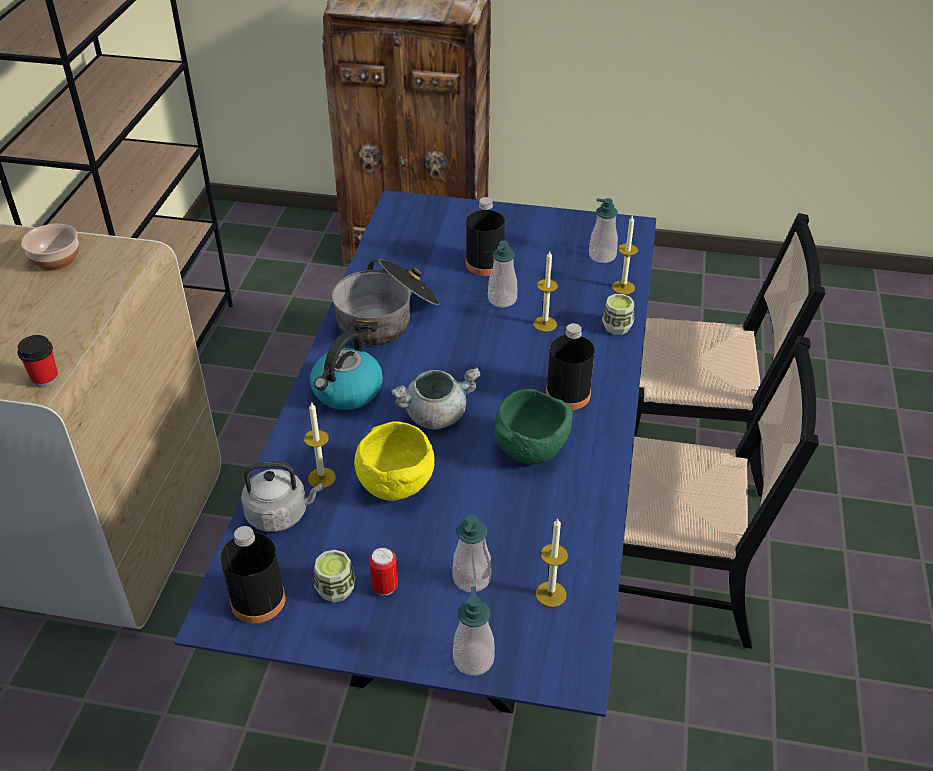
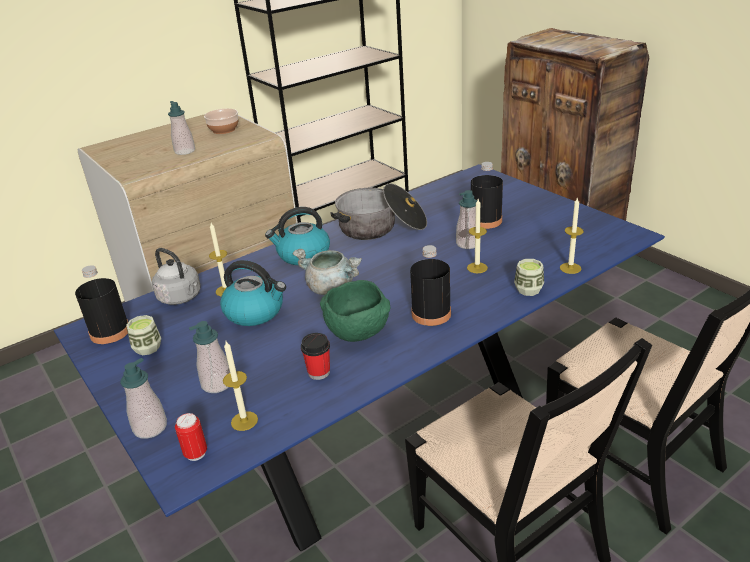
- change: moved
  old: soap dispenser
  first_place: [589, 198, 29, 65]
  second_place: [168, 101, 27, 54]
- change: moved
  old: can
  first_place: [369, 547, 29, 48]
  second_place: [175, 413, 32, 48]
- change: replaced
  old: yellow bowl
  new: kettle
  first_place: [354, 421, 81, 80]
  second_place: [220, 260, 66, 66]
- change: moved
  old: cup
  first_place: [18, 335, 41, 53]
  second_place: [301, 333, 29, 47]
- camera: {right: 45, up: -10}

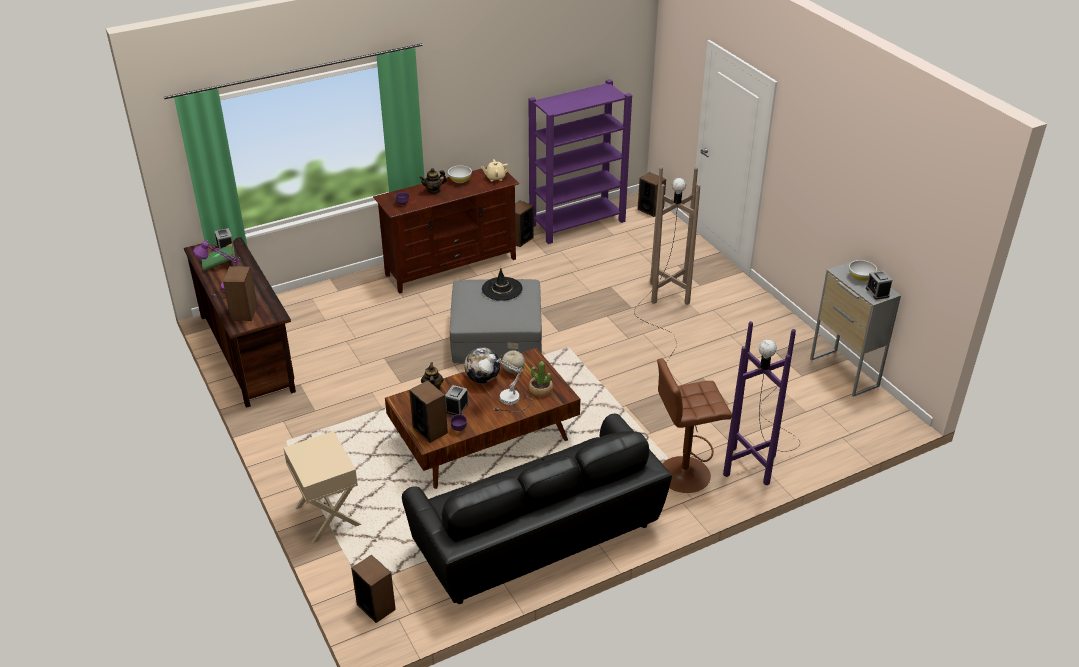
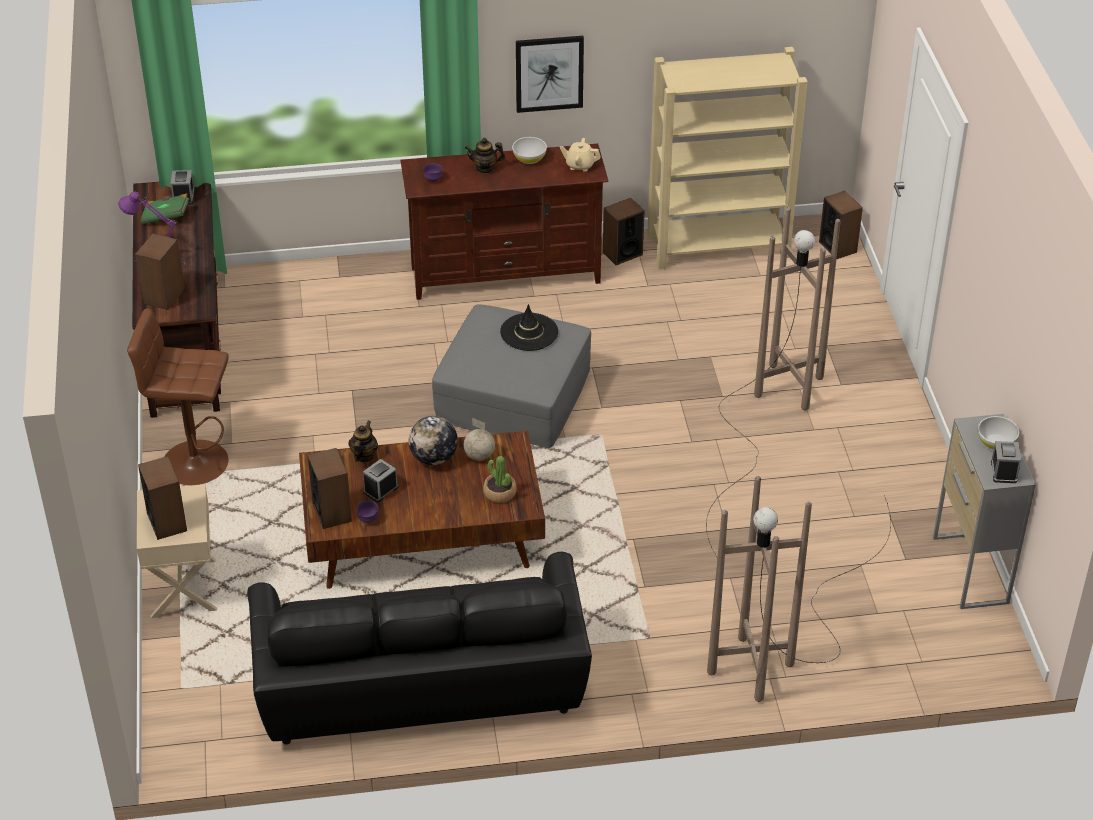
- change: moved
  old: brown stool
  first_place: [657, 359, 75, 134]
  second_place: [127, 309, 102, 176]
- change: moved
  old: speaker
  first_place: [351, 555, 45, 68]
  second_place: [138, 456, 49, 84]
- change: added
  new: picture
  second_place: [516, 36, 68, 77]
- change: recoloured
  old: purple bookcase
  new: beige bookcase
  first_place: [529, 79, 103, 165]
  second_place: [647, 47, 161, 222]
- change: recoloured
  old: purple floor lamp
  new: brown floor lamp
  first_place: [723, 321, 76, 164]
  second_place: [707, 476, 184, 226]
- change: removed
  old: white table lamp
  first_place: [478, 354, 55, 58]
- camera: {right: 20, up: 5}

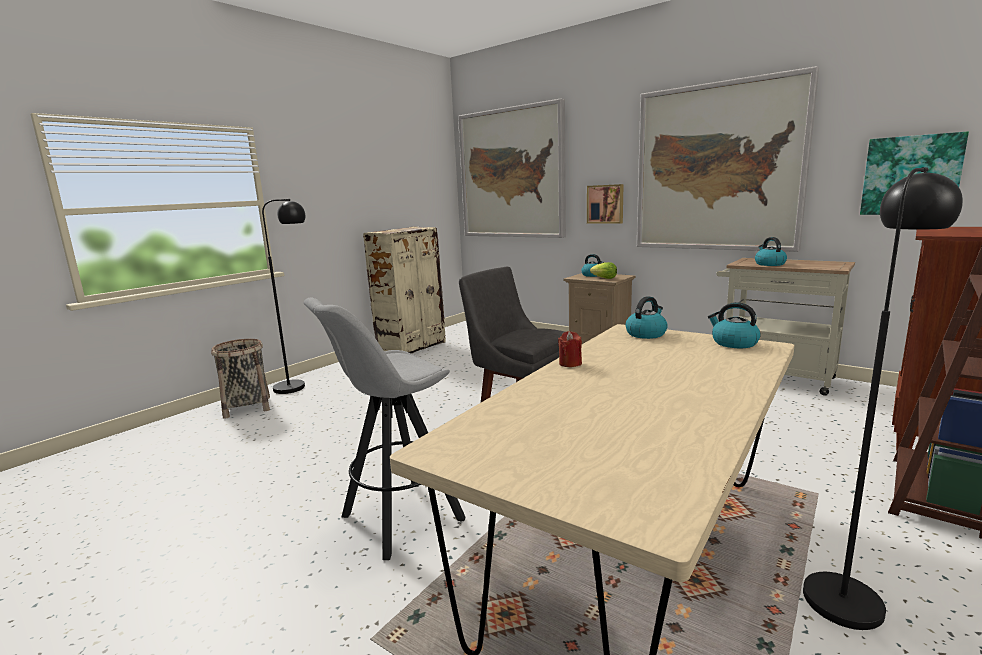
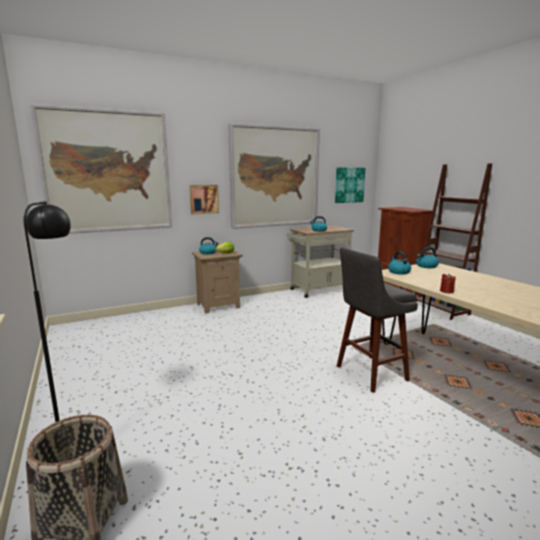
- change: removed
  old: grey stool
  first_place: [304, 297, 162, 263]
- change: removed
  old: beige cabinet
  first_place: [363, 226, 83, 128]
- change: removed
  old: black floor lamp
  first_place: [803, 167, 160, 463]
- camera: {right: -65, up: 0}

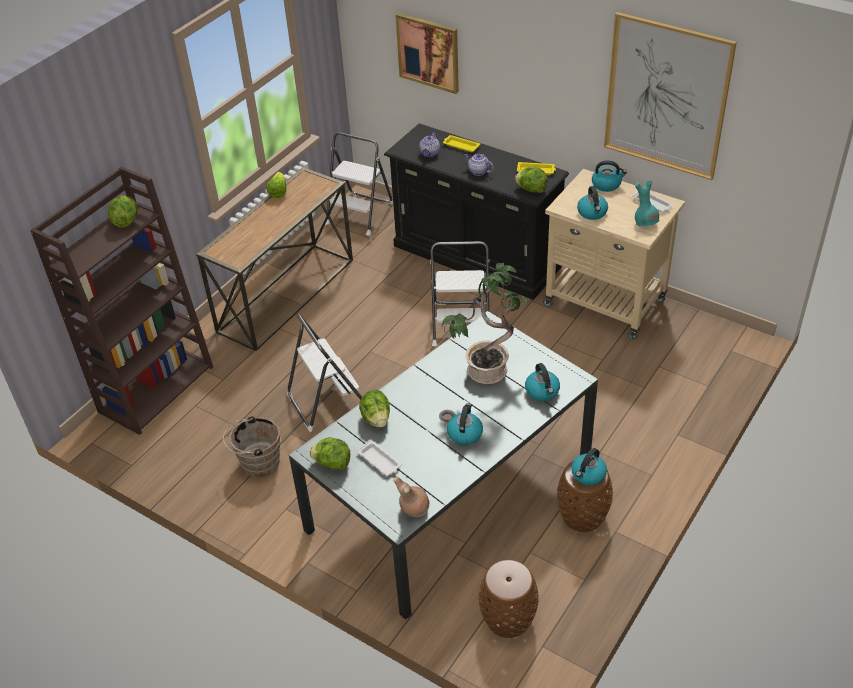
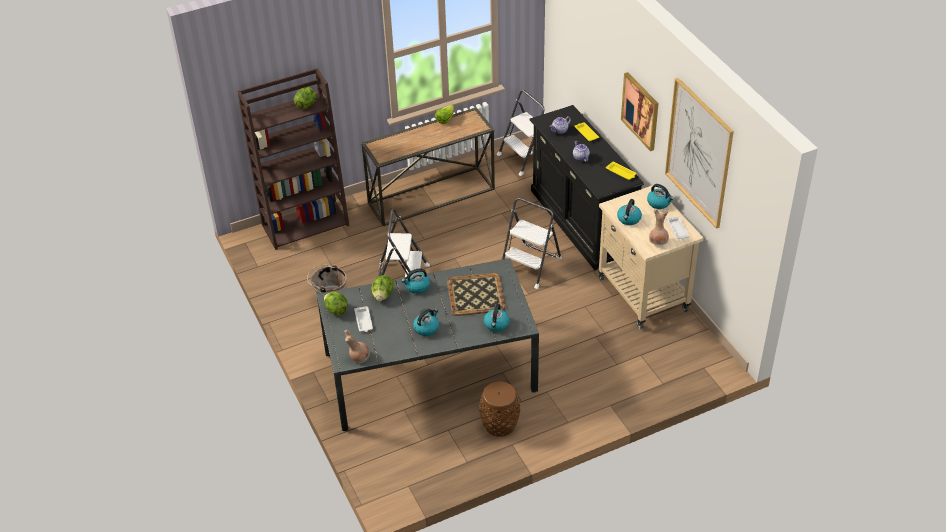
- change: moved
  old: kettle
  first_place: [571, 448, 36, 37]
  second_place: [401, 268, 29, 26]
- change: replaced
  old: potted plant
  new: tray
  first_place: [441, 263, 87, 121]
  second_place: [447, 273, 59, 43]
- change: moved
  old: picture
  first_place: [395, 13, 64, 81]
  second_place: [621, 72, 38, 79]
- change: recoloured
  old: turquoise vase
  new: brown vase
  first_place: [635, 180, 24, 47]
  second_place: [649, 209, 20, 36]
- change: removed
  old: brown stool
  first_place: [479, 559, 60, 79]
- change: removed
  old: lettuce
  first_place: [515, 167, 33, 26]
- camera: {right: 30, up: 0}

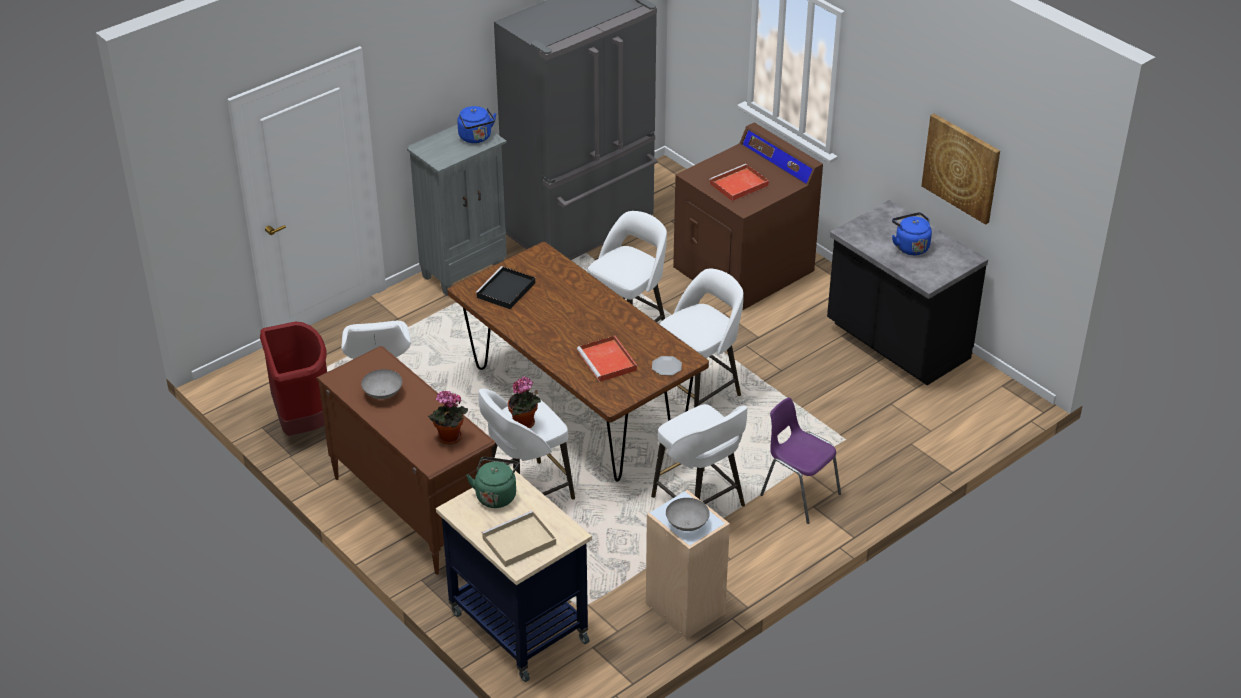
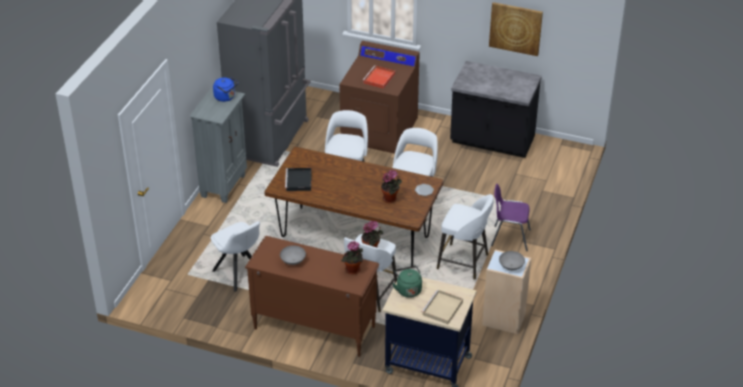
- change: replaced
  old: red tray
  new: potted plant
  first_place: [577, 336, 60, 46]
  second_place: [381, 170, 21, 33]
- change: removed
  old: red trash can
  first_place: [260, 322, 67, 114]
- change: removed
  old: blue kettle
  first_place: [892, 212, 40, 43]
- camera: {right: -30, up: 0}

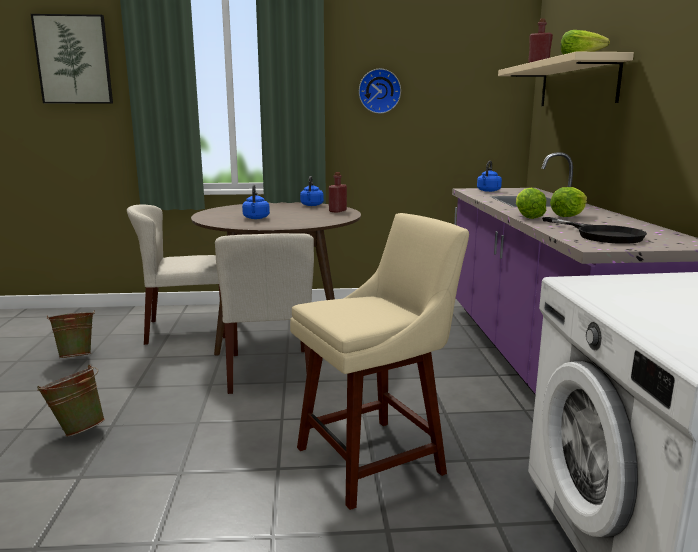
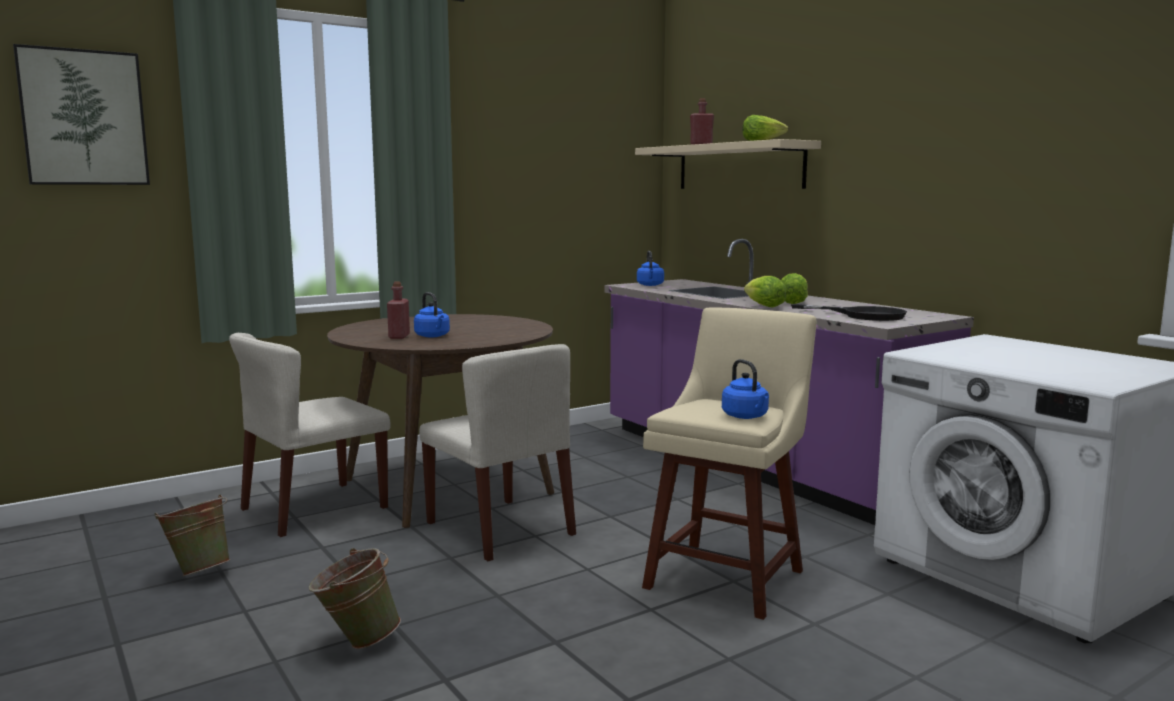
- change: moved
  old: red bottle
  first_place: [329, 172, 18, 41]
  second_place: [387, 281, 23, 58]
- change: moved
  old: blue kettle
  first_place: [300, 176, 24, 30]
  second_place: [722, 359, 47, 60]
- change: removed
  old: wall clock
  first_place: [359, 69, 42, 45]
- camera: {right: -30, up: -5}

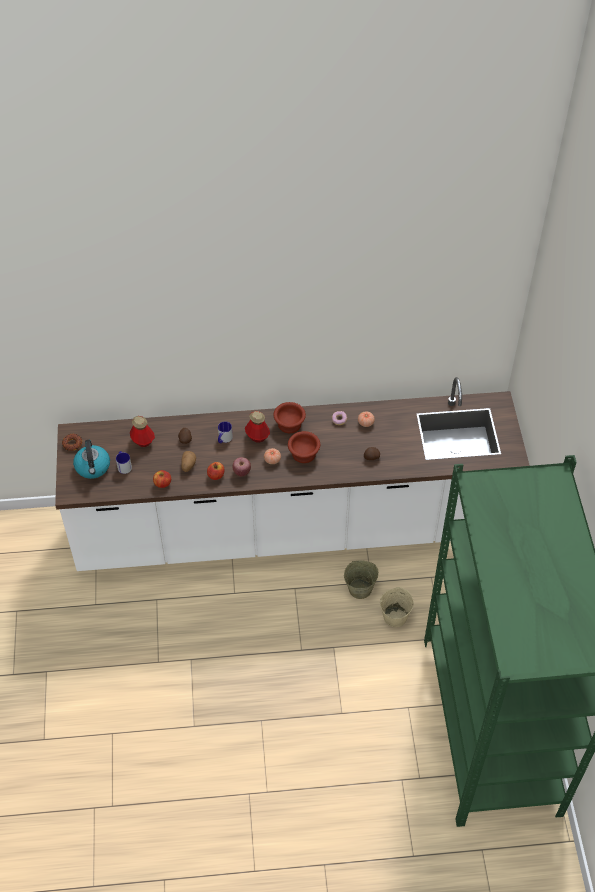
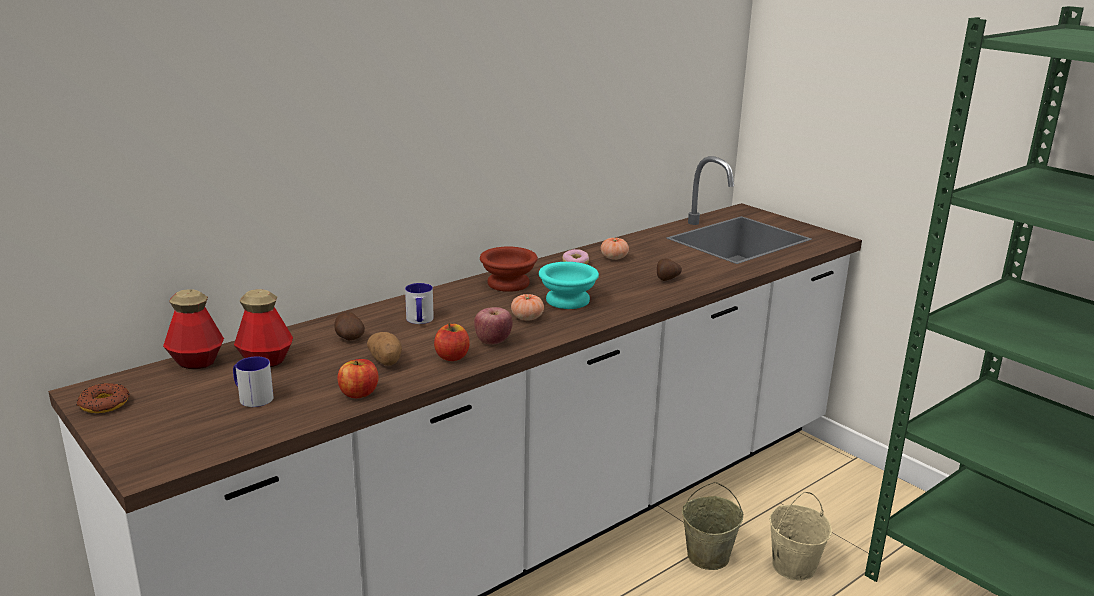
- change: moved
  old: bottle
  first_place: [245, 411, 25, 32]
  second_place: [163, 289, 61, 80]
- change: recoloured
  old: brown bowl
  new: turquoise bowl
  first_place: [288, 431, 32, 32]
  second_place: [539, 262, 60, 47]
- change: removed
  old: kettle
  first_place: [73, 440, 37, 39]
- camera: {right: -35, up: -30}

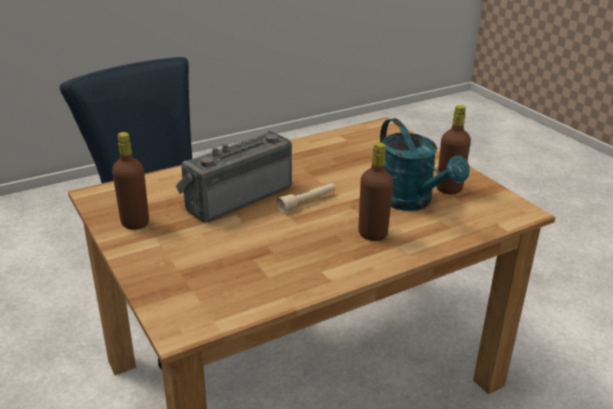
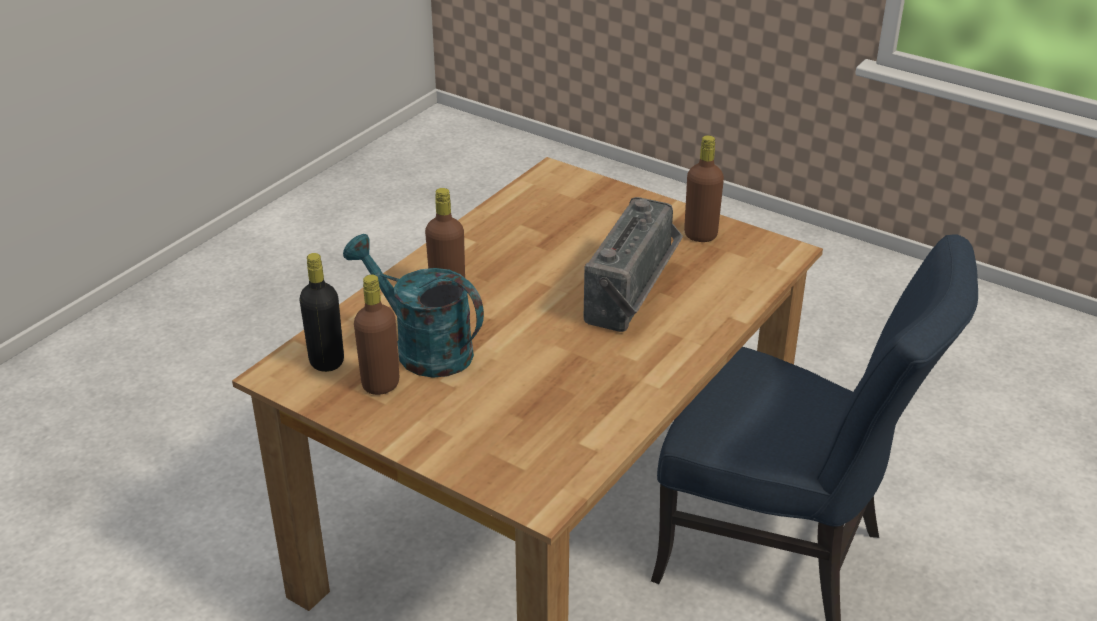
- change: added
  new: black bottle
  second_place: [300, 253, 44, 119]
- change: removed
  old: beige flashlight
  first_place: [276, 183, 59, 30]
- camera: {right: 155, up: 5}

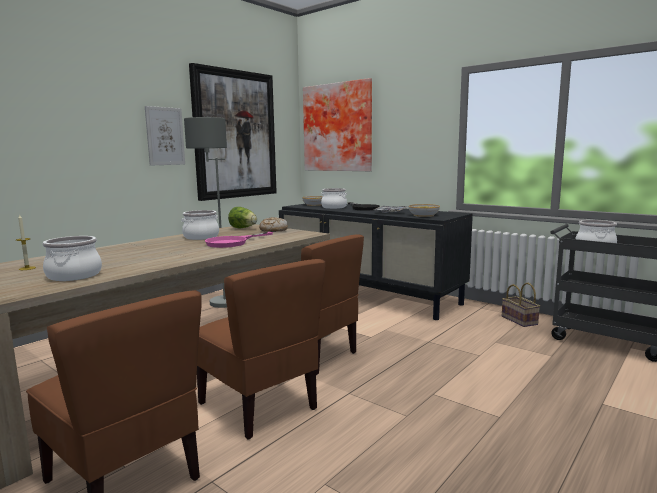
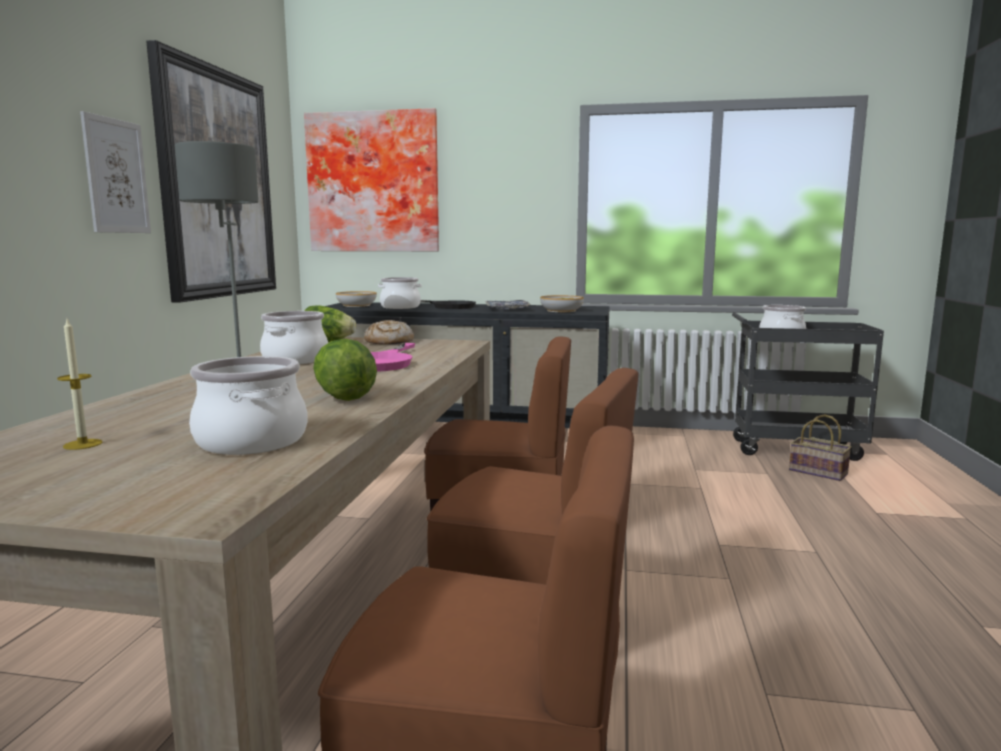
- change: added
  new: lettuce
  second_place: [313, 339, 64, 62]
- change: moved
  old: basket
  first_place: [502, 283, 38, 44]
  second_place: [789, 414, 63, 67]
- camera: {right: -30, up: 0}

